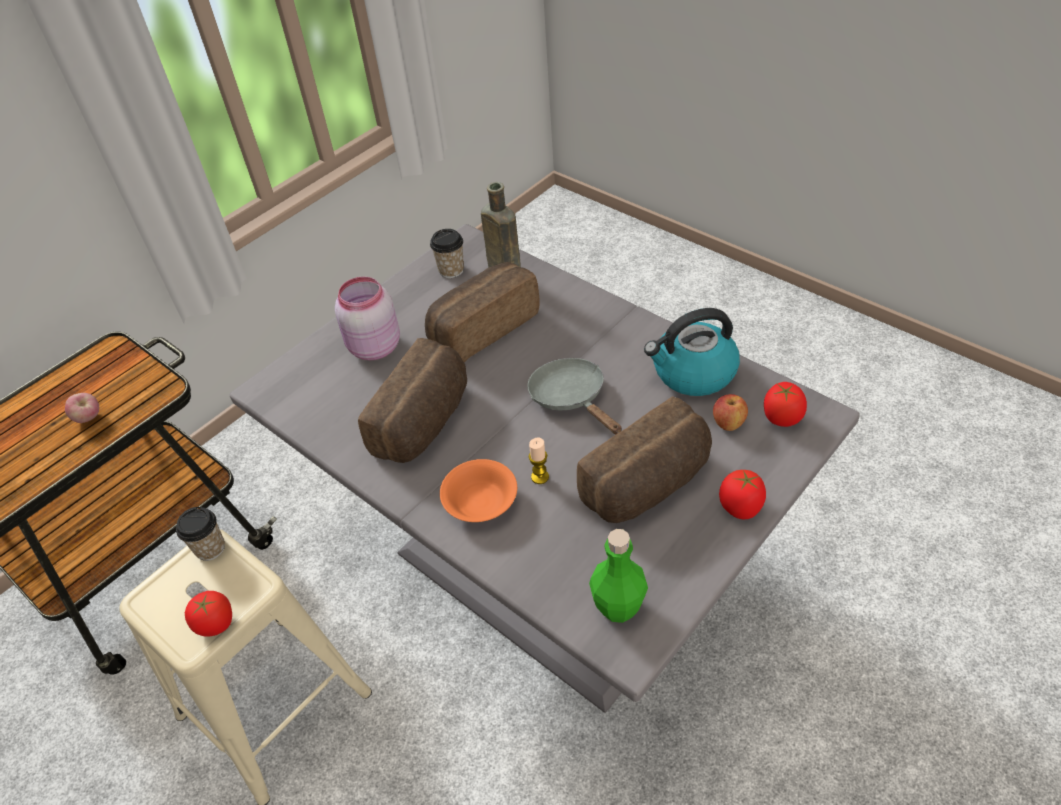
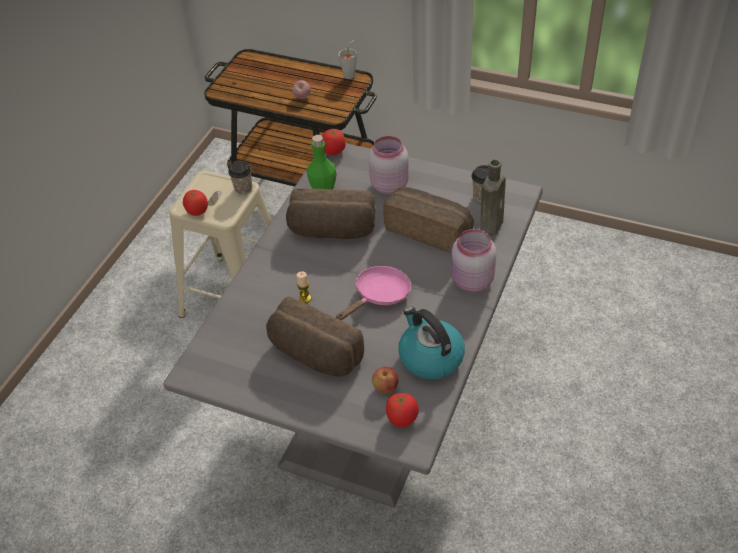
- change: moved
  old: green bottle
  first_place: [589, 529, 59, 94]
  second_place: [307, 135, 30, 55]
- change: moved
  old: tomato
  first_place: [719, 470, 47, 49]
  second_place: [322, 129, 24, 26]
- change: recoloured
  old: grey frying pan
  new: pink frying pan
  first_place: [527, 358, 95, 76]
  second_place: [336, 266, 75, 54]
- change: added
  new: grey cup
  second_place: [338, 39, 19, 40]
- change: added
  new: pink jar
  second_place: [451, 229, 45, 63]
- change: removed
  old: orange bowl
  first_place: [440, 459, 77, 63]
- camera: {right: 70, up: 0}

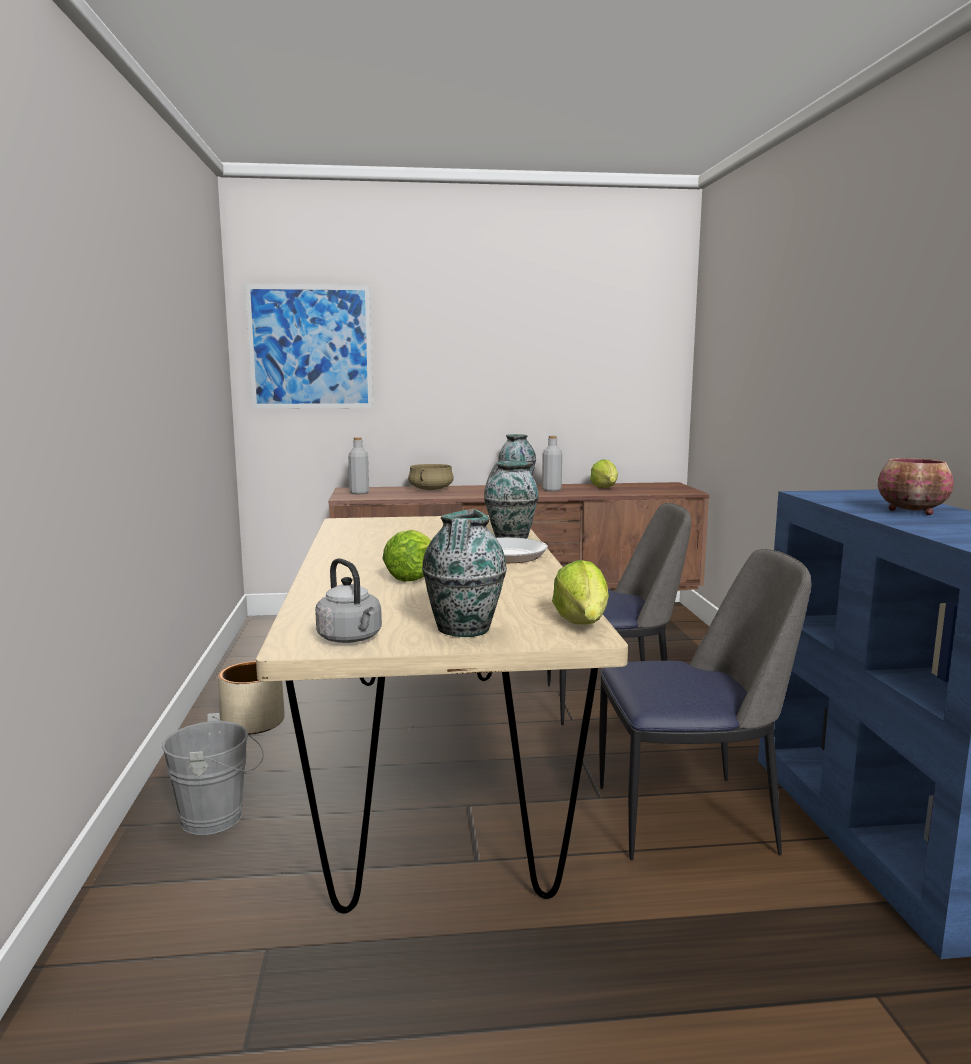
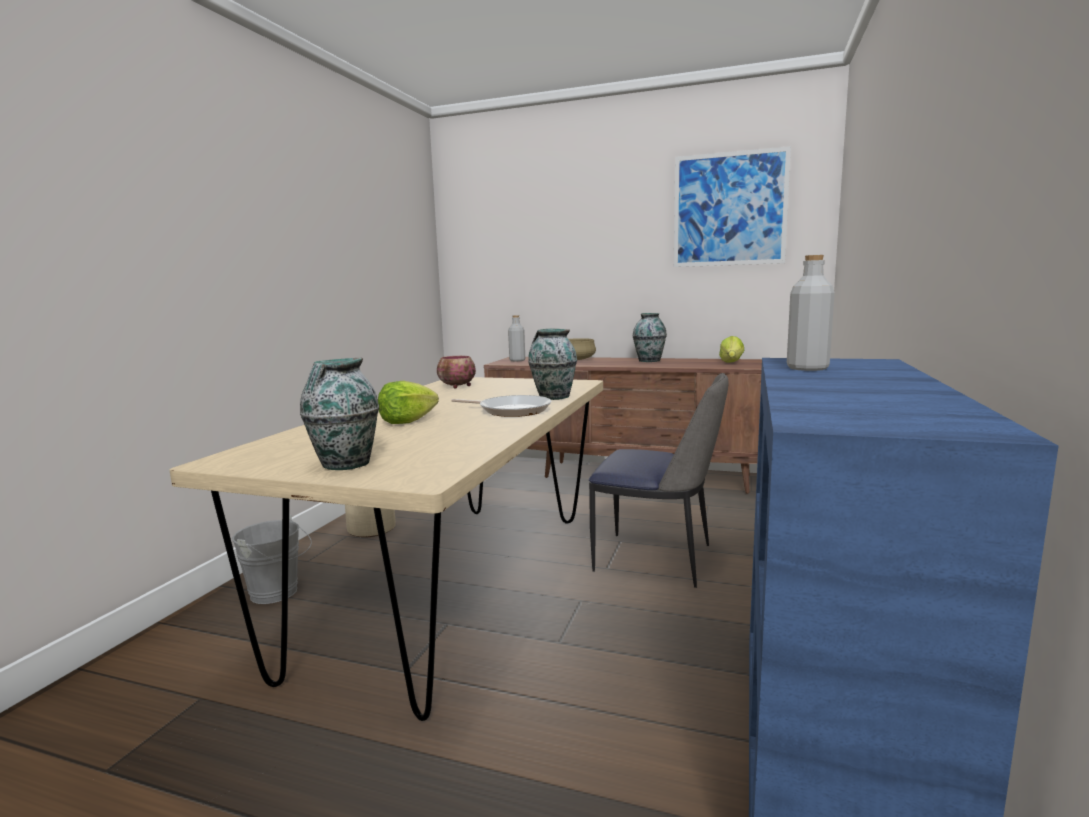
- change: moved
  old: bowl
  first_place: [878, 458, 76, 57]
  second_place: [437, 356, 39, 33]
- change: moved
  old: picture
  first_place: [245, 284, 128, 125]
  second_place: [674, 146, 117, 121]
- change: moved
  old: grey bottle
  first_place: [542, 436, 20, 55]
  second_place: [787, 255, 48, 116]
- change: removed
  old: grey kettle
  first_place: [315, 558, 67, 85]
- change: removed
  old: lettuce
  first_place: [552, 560, 57, 64]
- change: removed
  old: chair
  first_place: [599, 549, 212, 311]
- camera: {right: 25, up: 0}

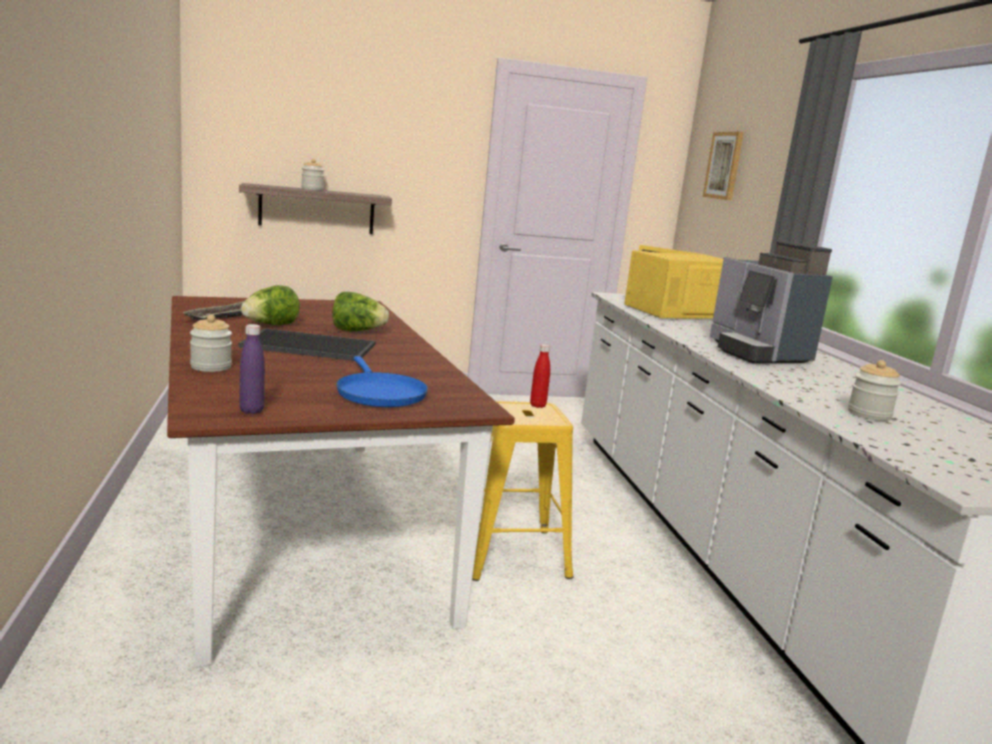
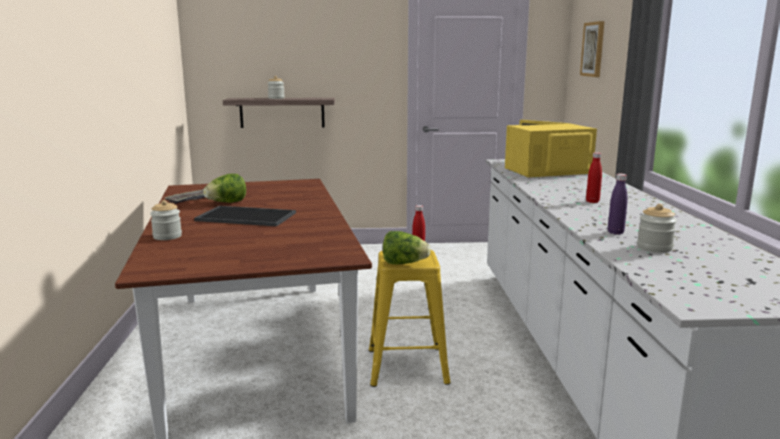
- change: moved
  old: lettuce
  first_place: [333, 292, 56, 40]
  second_place: [383, 231, 48, 33]
- change: replaced
  old: coffee machine
  new: red bottle
  first_place: [710, 241, 123, 122]
  second_place: [586, 152, 16, 51]
- change: moved
  old: purple bottle
  first_place: [239, 324, 26, 90]
  second_place: [608, 174, 19, 61]
- change: removed
  old: blue frying pan
  first_place: [336, 356, 92, 51]
- camera: {right: 10, up: 0}

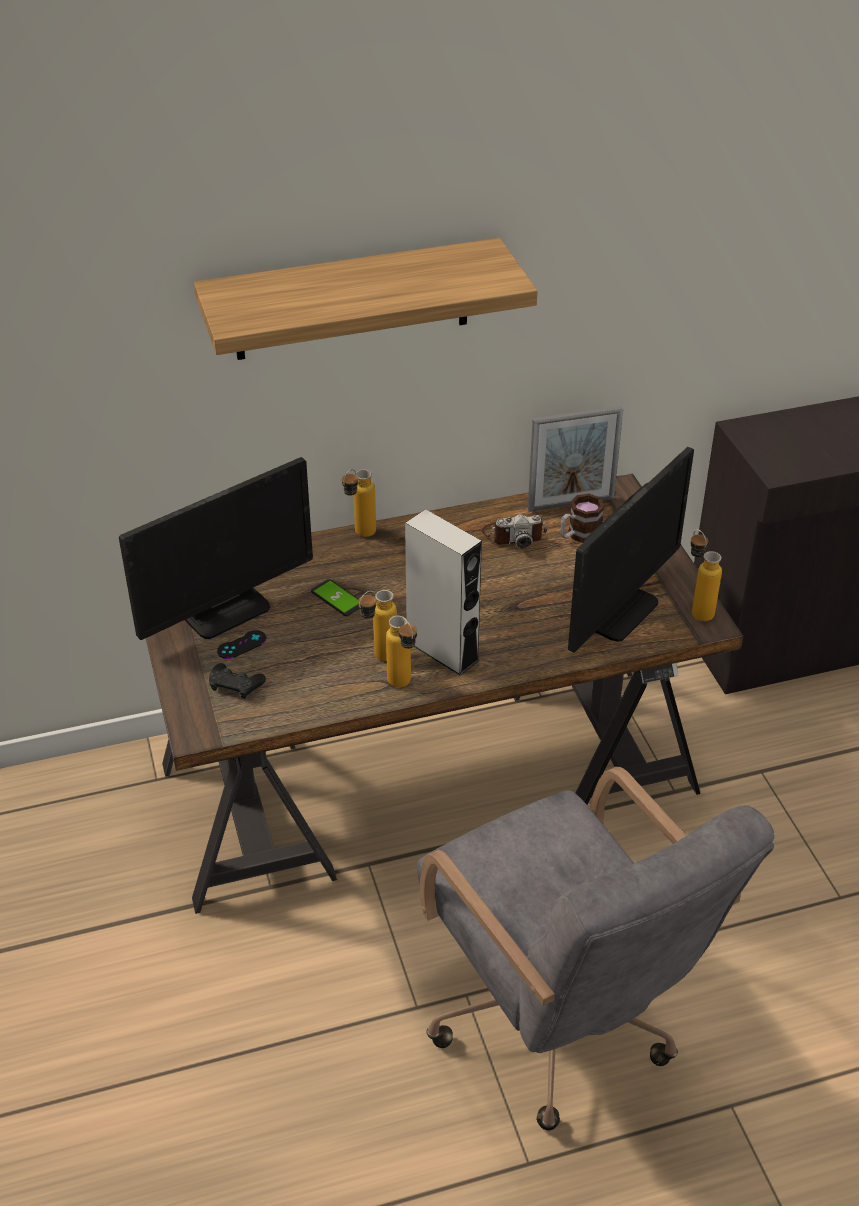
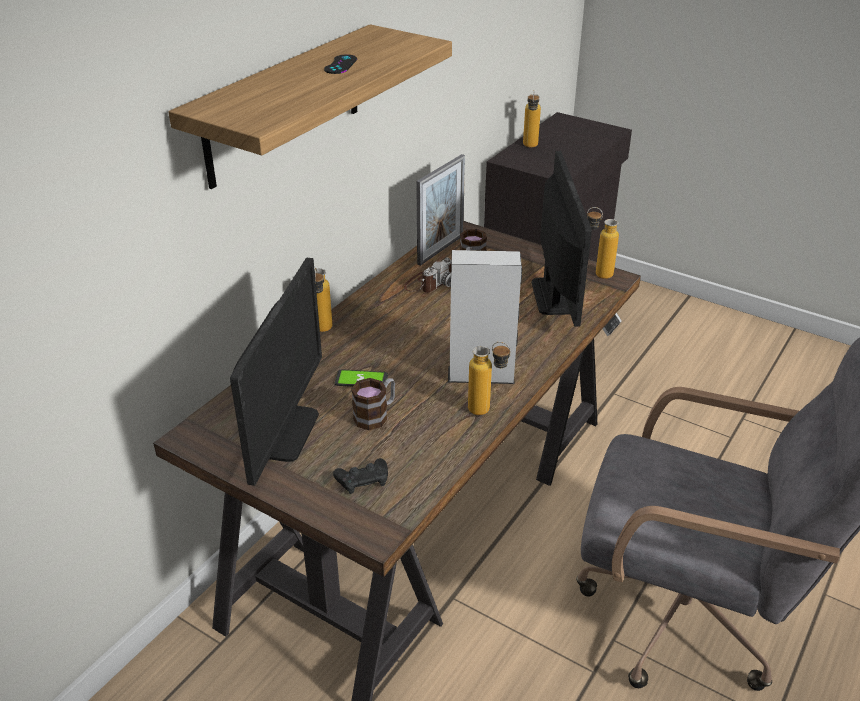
- change: moved
  old: black game controller
  first_place: [217, 630, 49, 29]
  second_place: [324, 54, 33, 20]
- change: added
  new: mug
  second_place: [351, 378, 44, 52]
- change: moved
  old: bottle
  first_place: [358, 590, 39, 71]
  second_place: [523, 92, 18, 55]
- camera: {right: -40, up: -5}

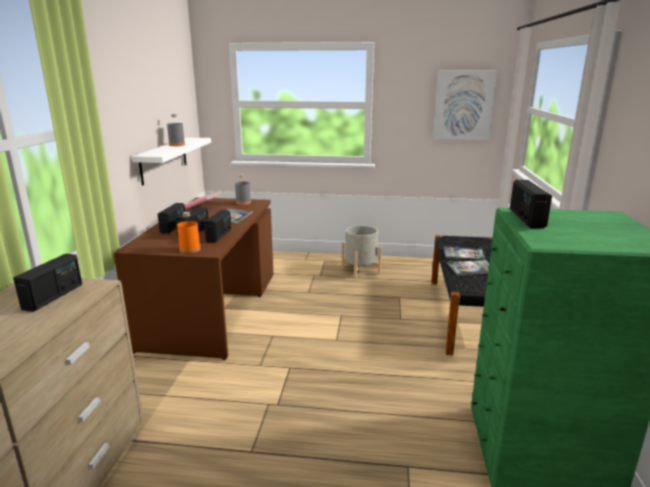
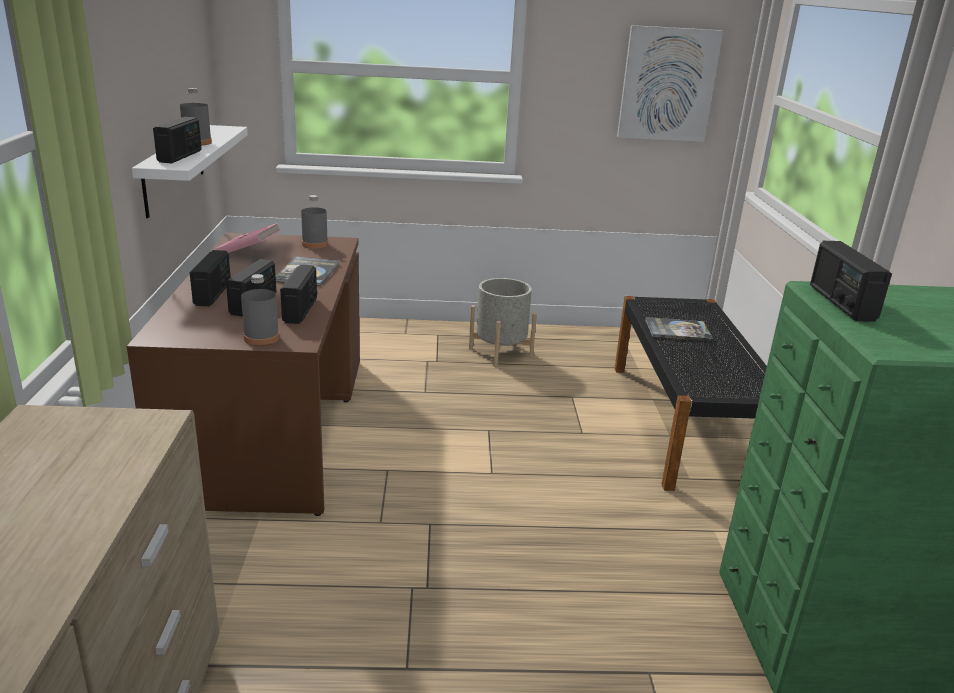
- change: moved
  old: radio
  first_place: [13, 254, 69, 58]
  second_place: [153, 117, 49, 46]
- change: recoloured
  old: orange bottle
  new: grey bottle
  first_place: [177, 212, 23, 42]
  second_place: [241, 274, 38, 72]
- change: removed
  old: book
  first_place: [447, 260, 42, 15]
- camera: {right: -10, up: 5}

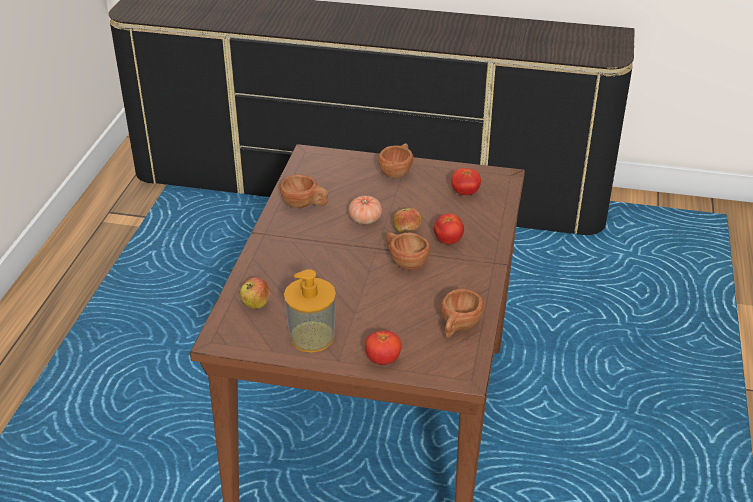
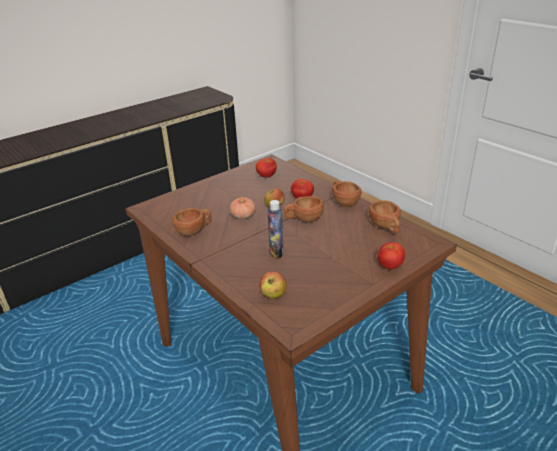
- change: added
  new: bottle
  second_place: [268, 200, 16, 59]
- change: moved
  old: brown cup
  first_place: [378, 143, 36, 35]
  second_place: [332, 180, 30, 27]
- change: removed
  old: soap dispenser
  first_place: [284, 269, 52, 83]
- camera: {right: -50, up: -5}

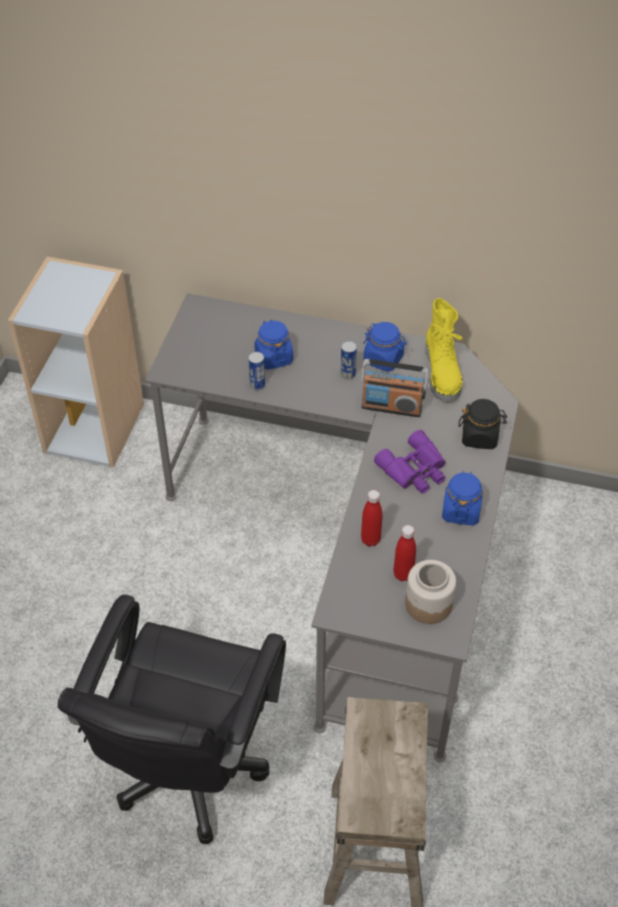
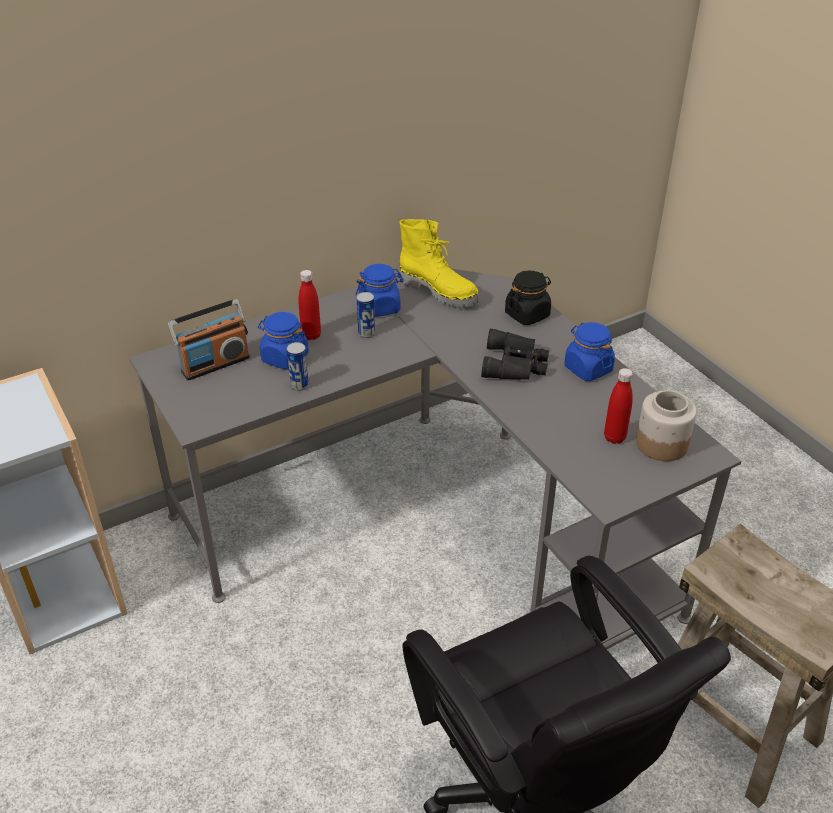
- change: moved
  old: radio
  first_place: [361, 359, 68, 58]
  second_place: [168, 299, 82, 81]
- change: moved
  old: red bottle
  first_place: [361, 490, 21, 56]
  second_place: [298, 270, 23, 70]
- change: recoloured
  old: purple binoculars
  new: black binoculars
  first_place: [374, 430, 72, 63]
  second_place: [481, 329, 68, 51]
- camera: {right: -45, up: -10}

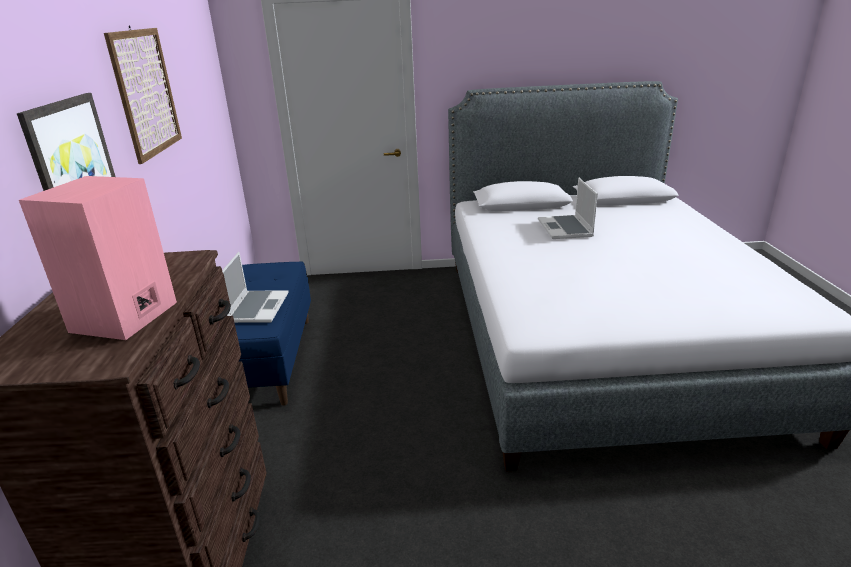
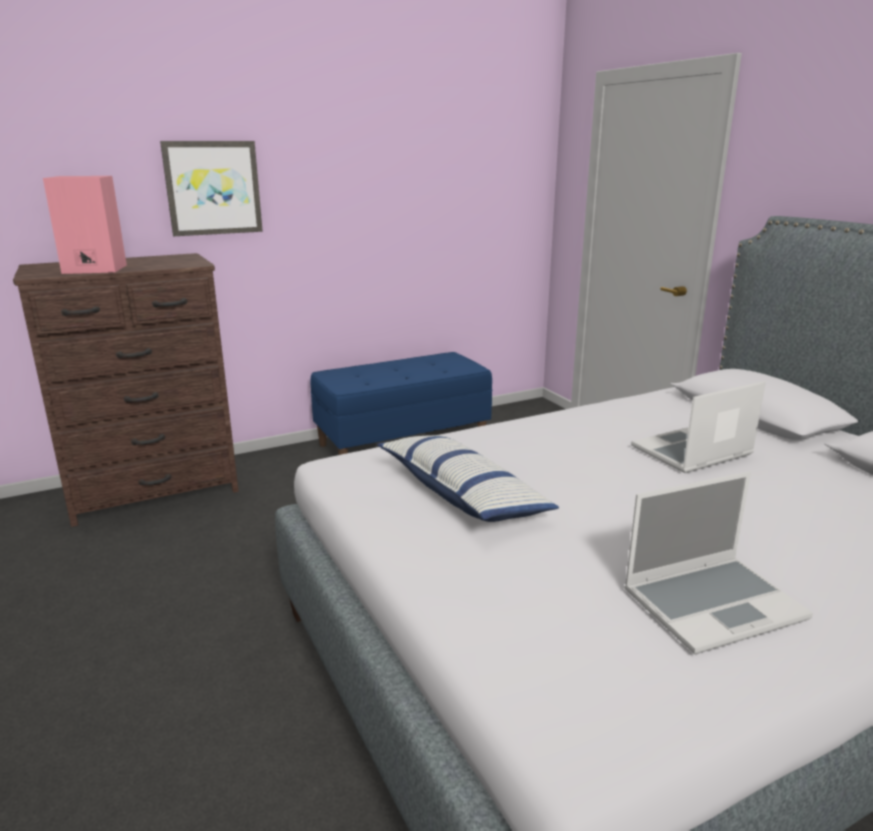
- change: added
  new: pillow
  second_place: [377, 435, 182, 87]
- change: moved
  old: laptop
  first_place: [222, 252, 67, 71]
  second_place: [624, 472, 189, 182]
- change: removed
  old: picture
  first_place: [104, 25, 78, 139]
- camera: {right: 65, up: -5}

